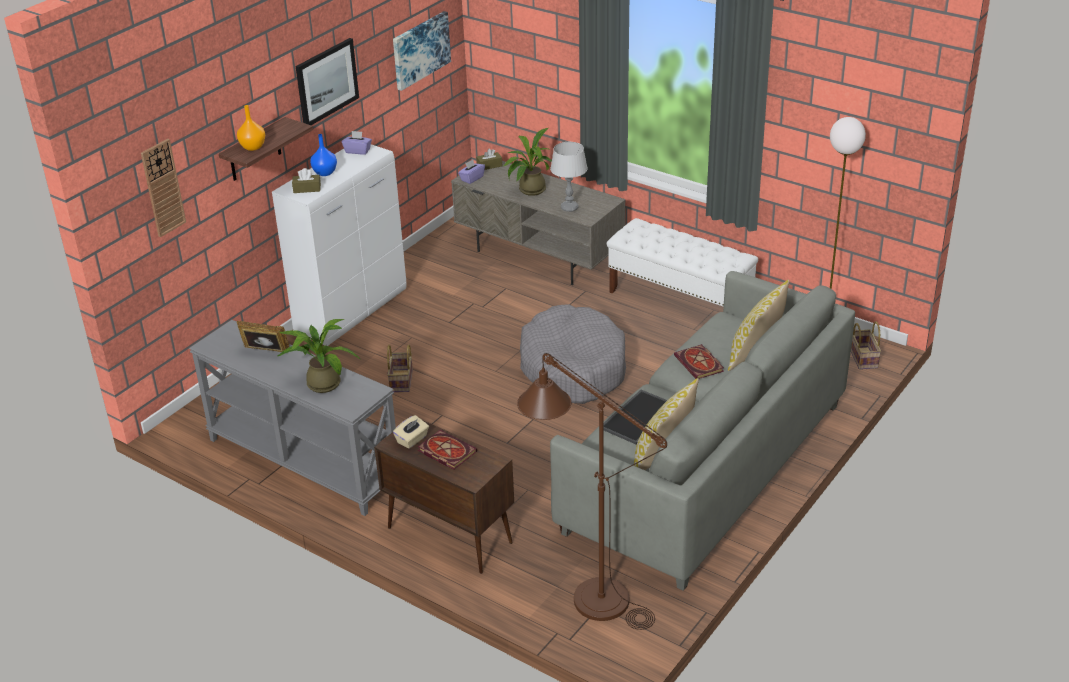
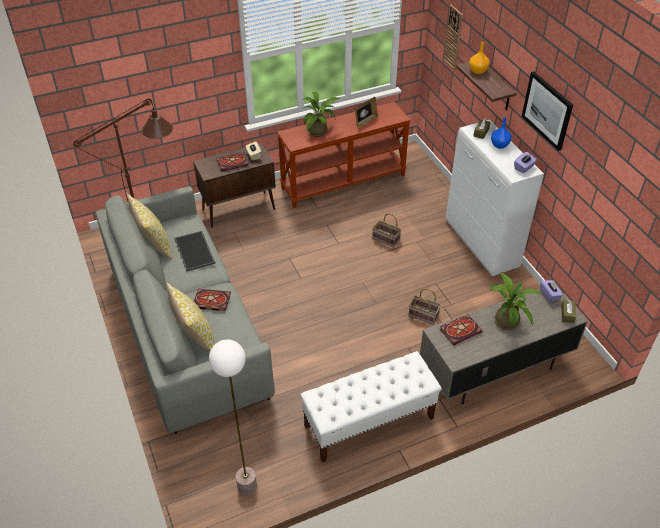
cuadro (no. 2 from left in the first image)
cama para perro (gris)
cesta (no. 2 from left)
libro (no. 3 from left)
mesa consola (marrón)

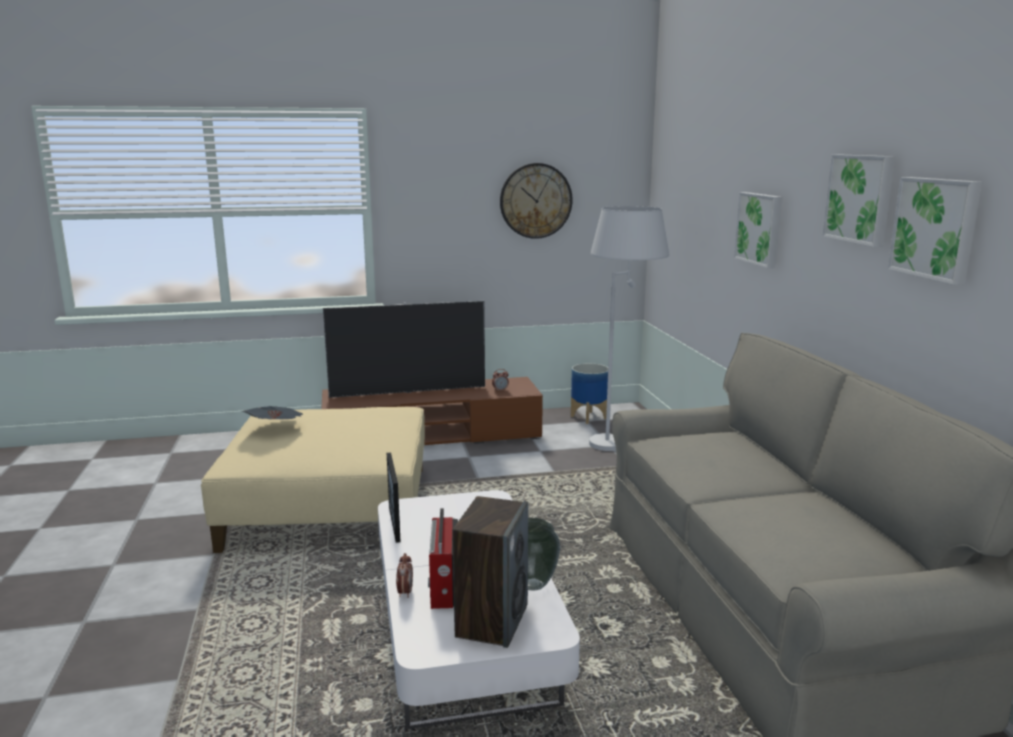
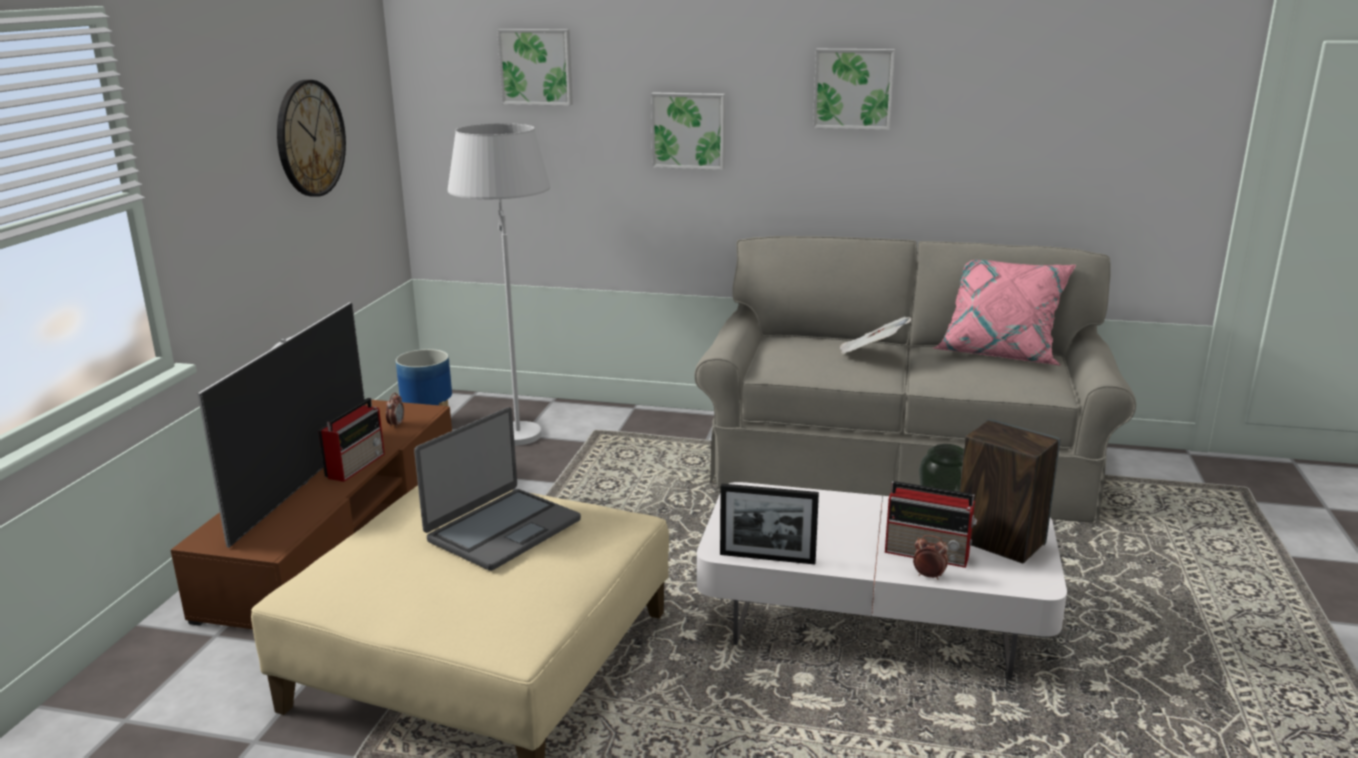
radio (no. 1 from left)
portátil
cojín (rosa)
periódico
cuadro (no. 1 from left)

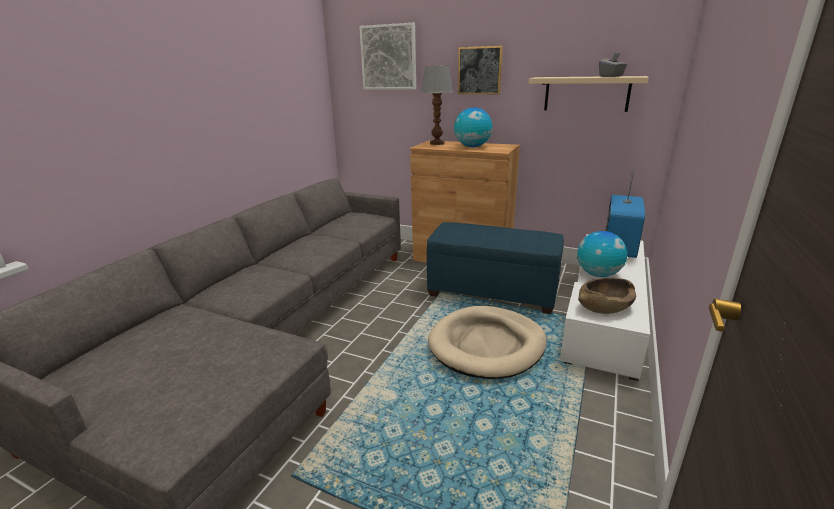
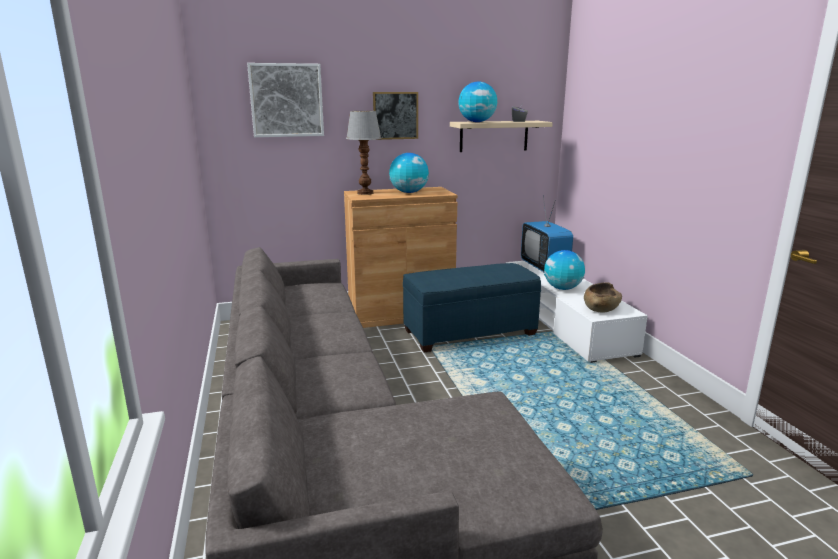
cama para perro (beis)
globo terráqueo (no. 2 from left)

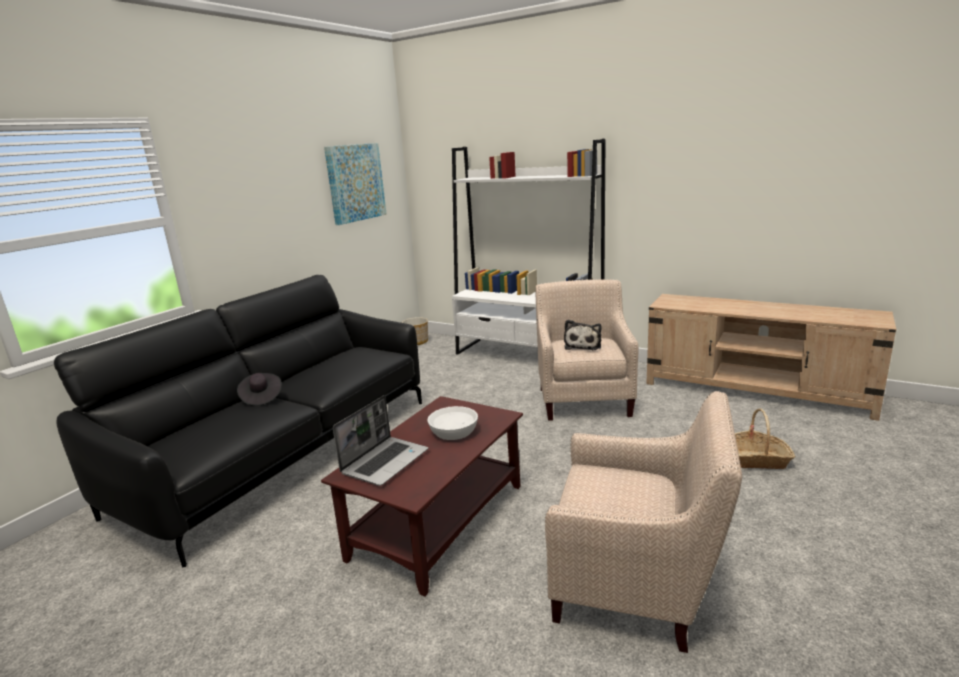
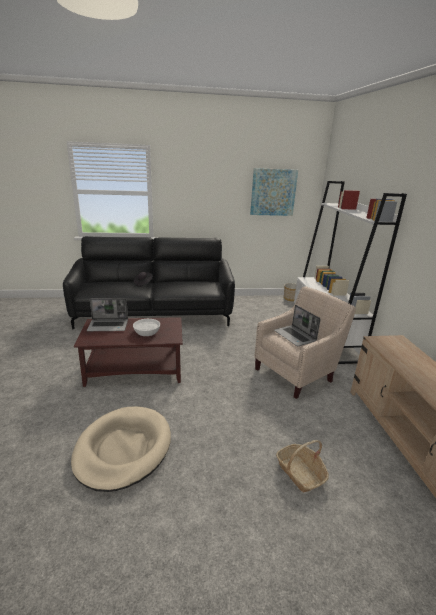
cama para perro (beis)
portátil (no. 2 from left)

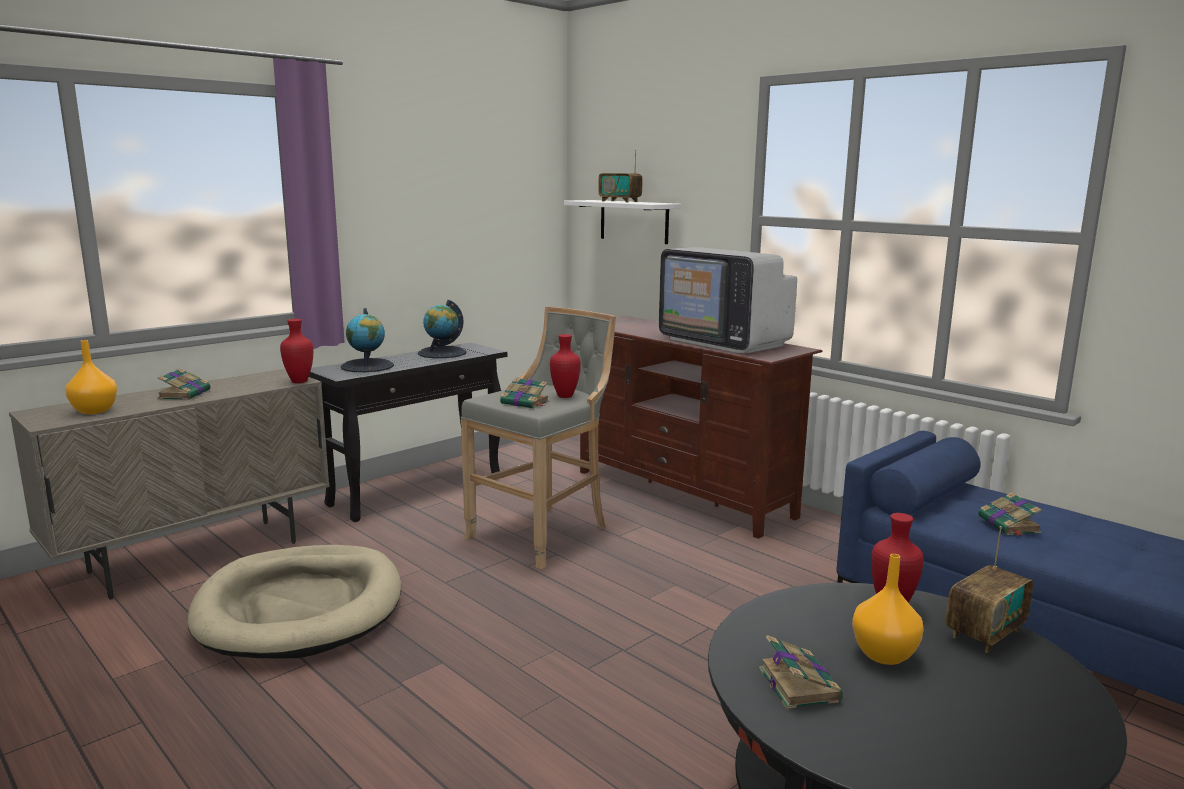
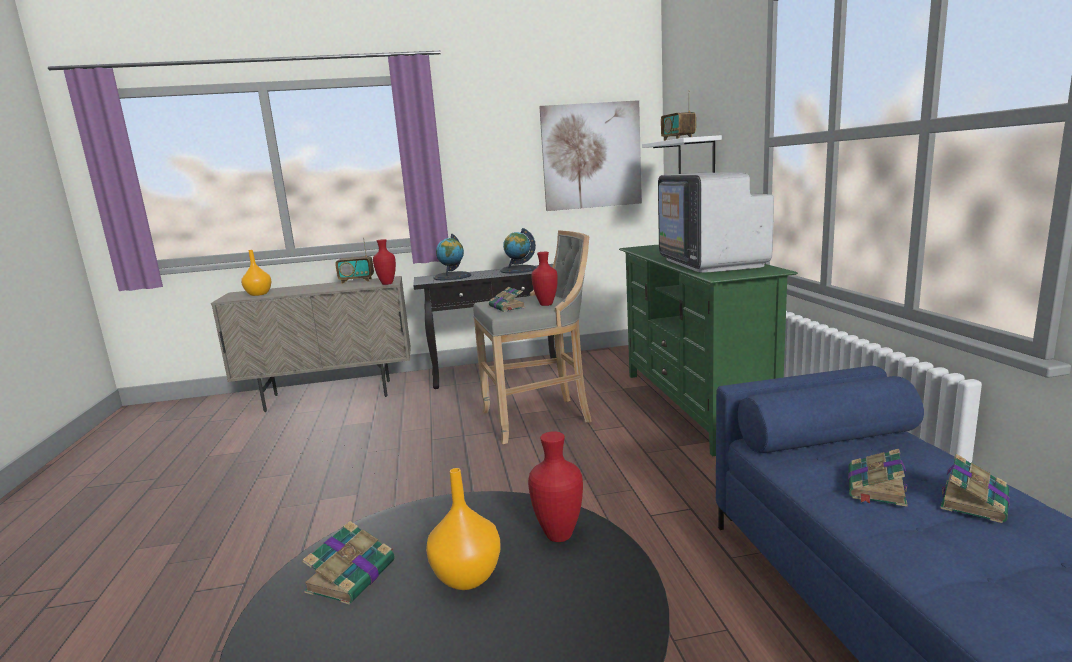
cama para perro (beis)
cuadro
libro (no. 4 from left)
radio (no. 1 from left)
mueble de televisión (verde)

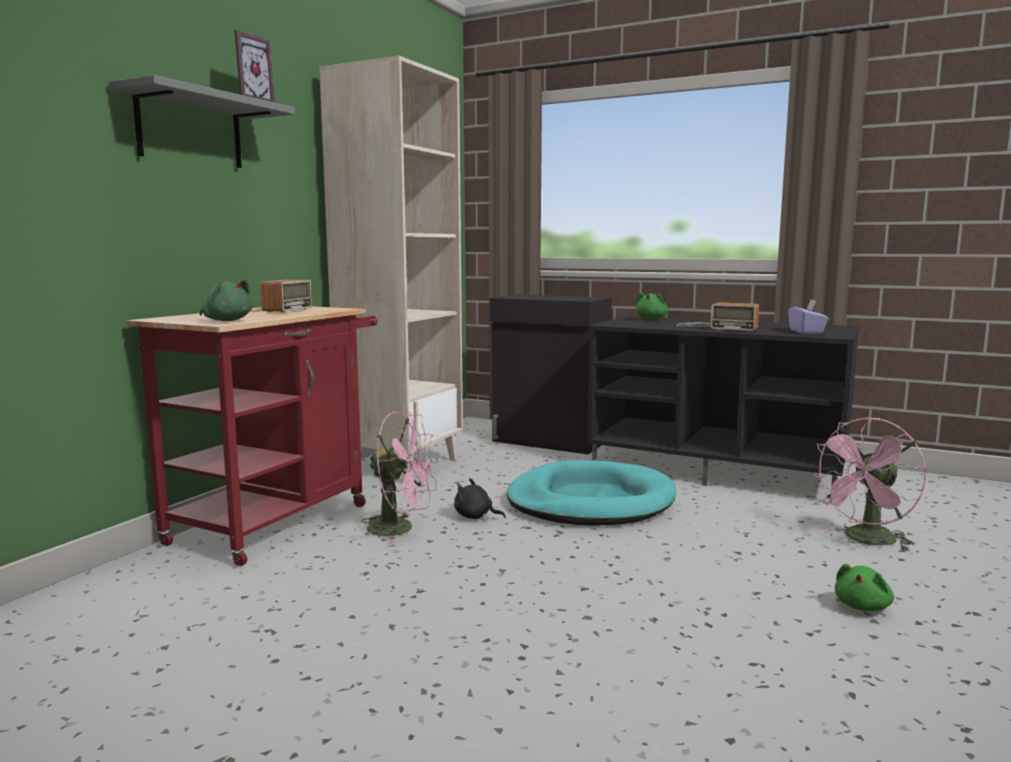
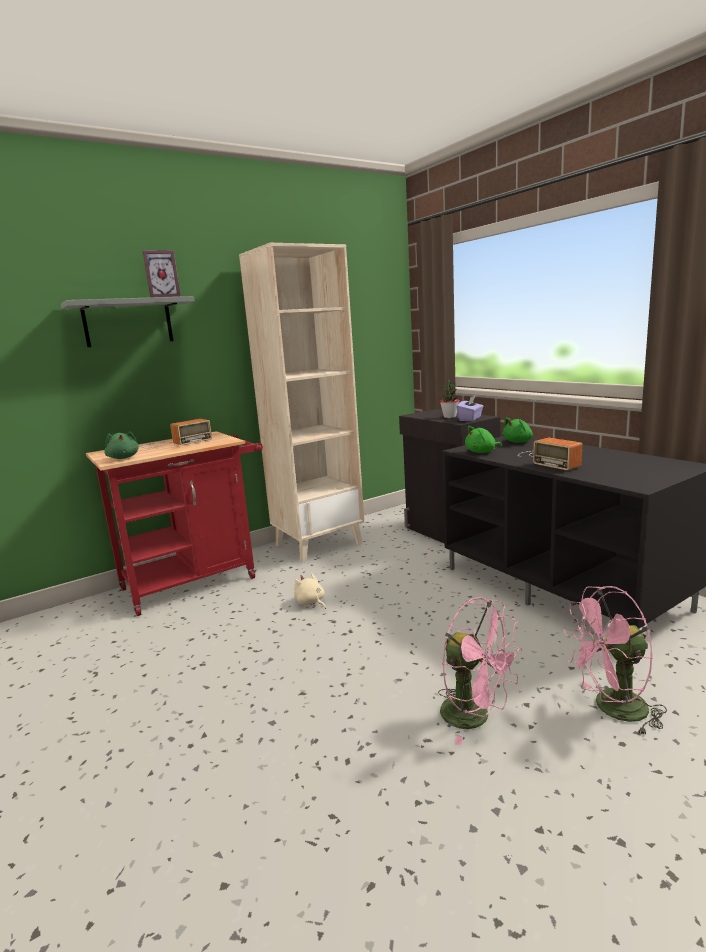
cama para perro (turquesa)
planta en maceta
ventilador (rosa) (no. 1 from left)
caja de pañuelos (morado)
peluche (verde) (no. 2 from left)
peluche (beis)

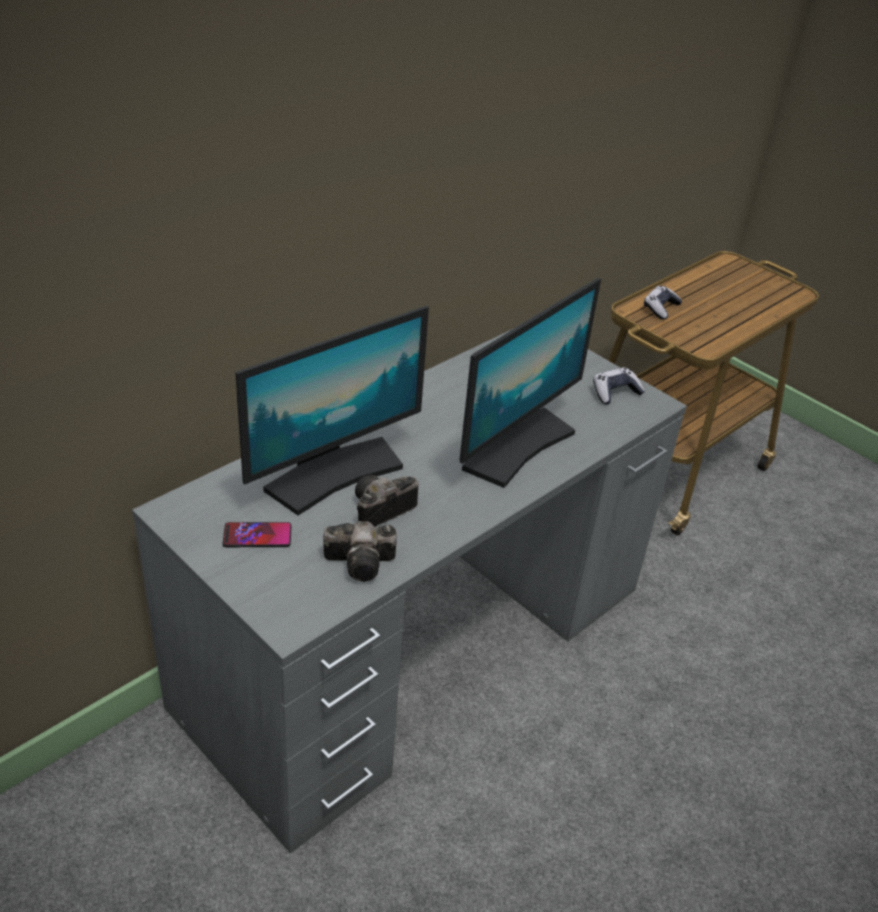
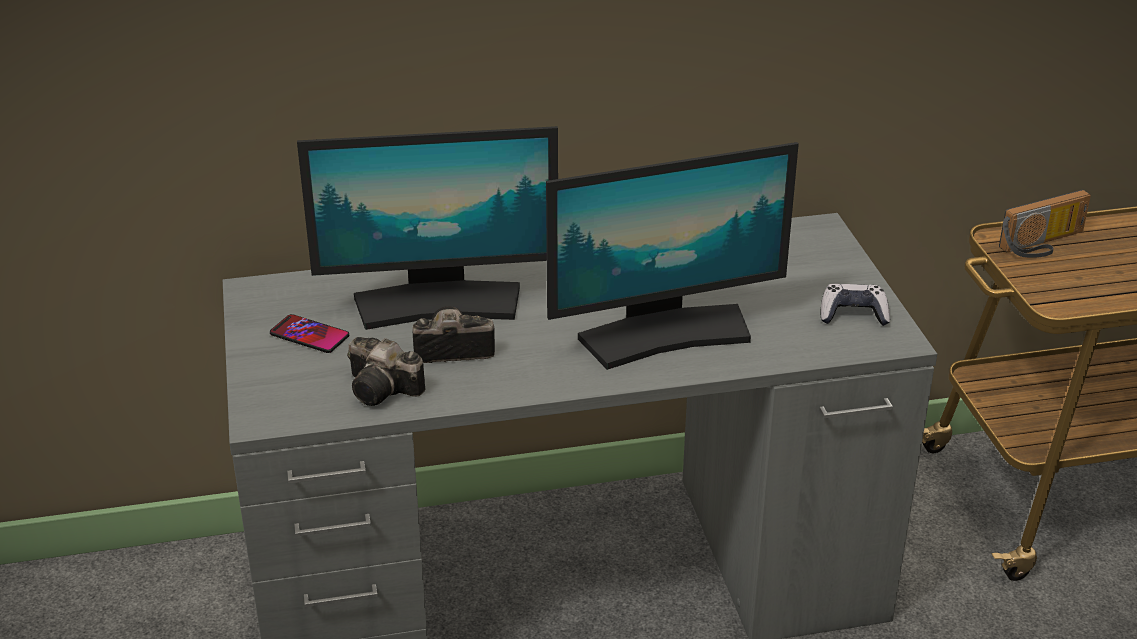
radio

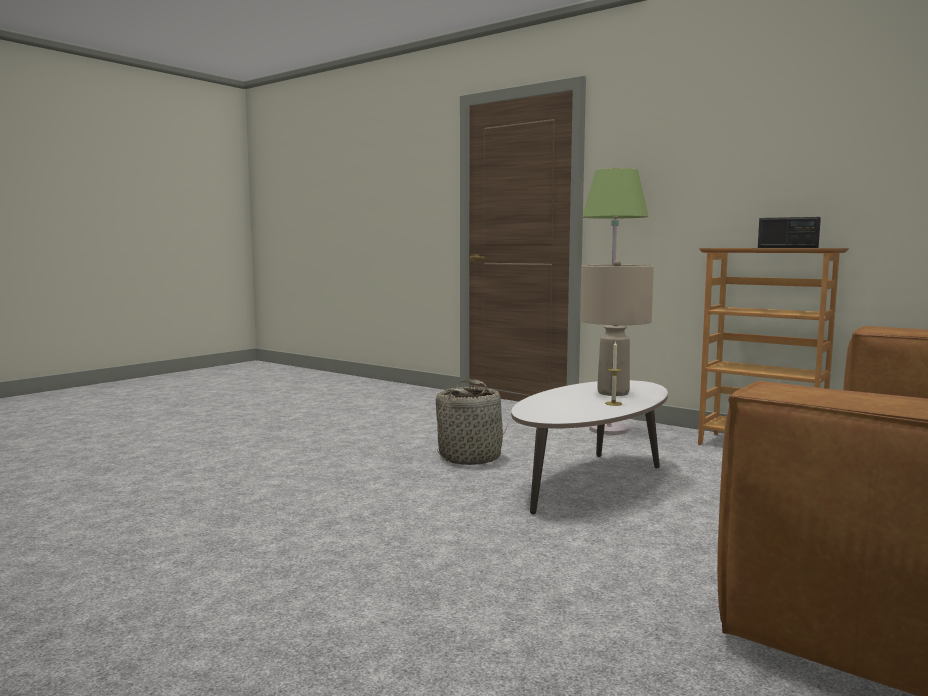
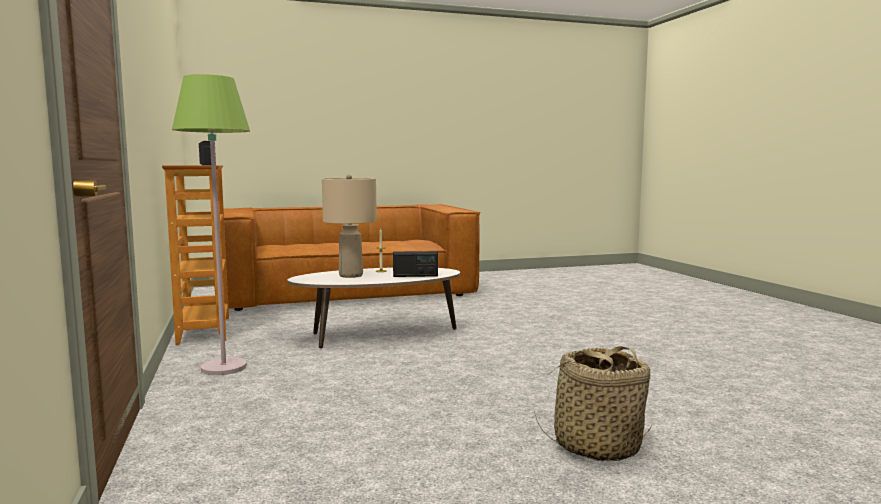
radio (no. 2 from left)
cesta

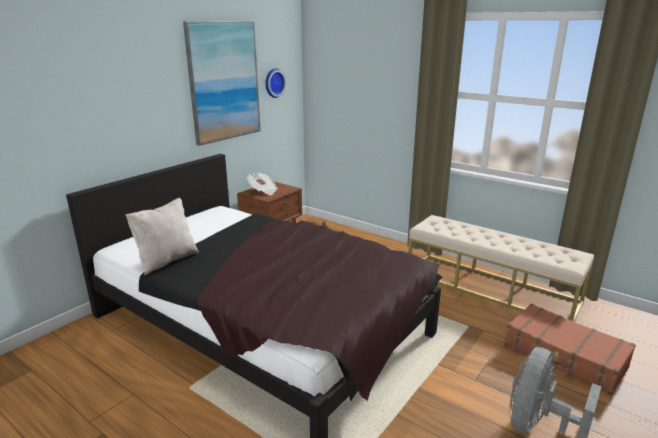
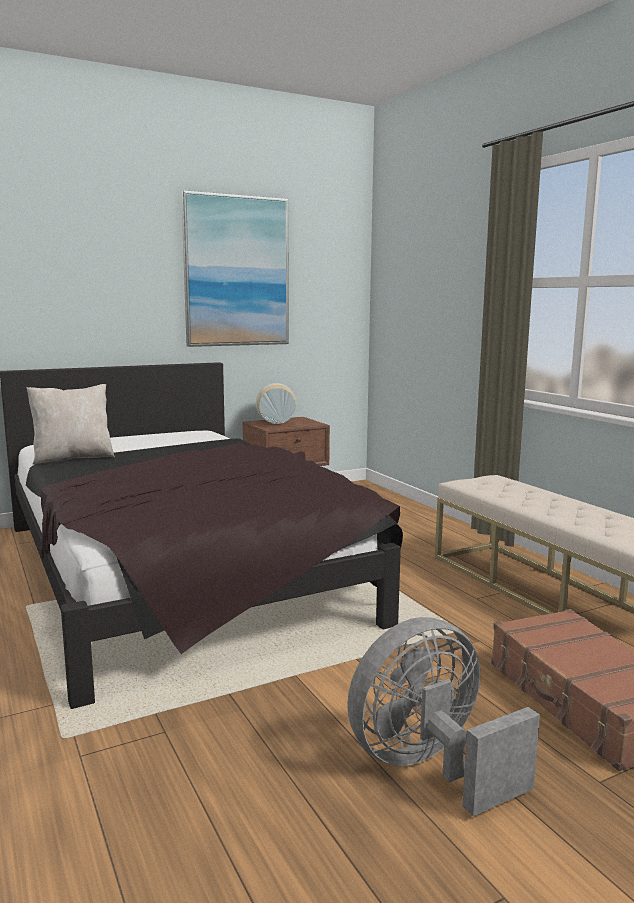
reloj de pared
florero

